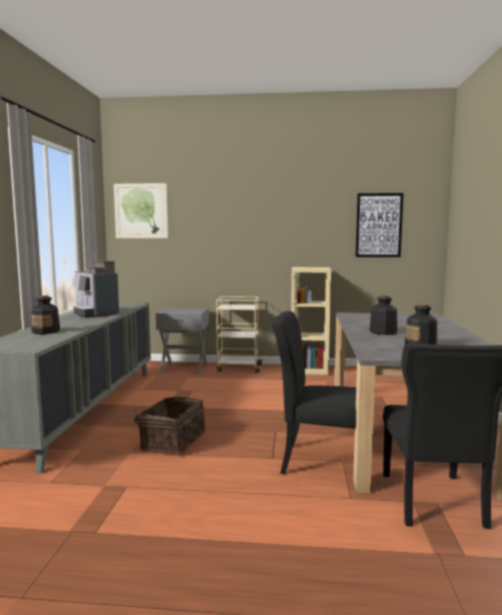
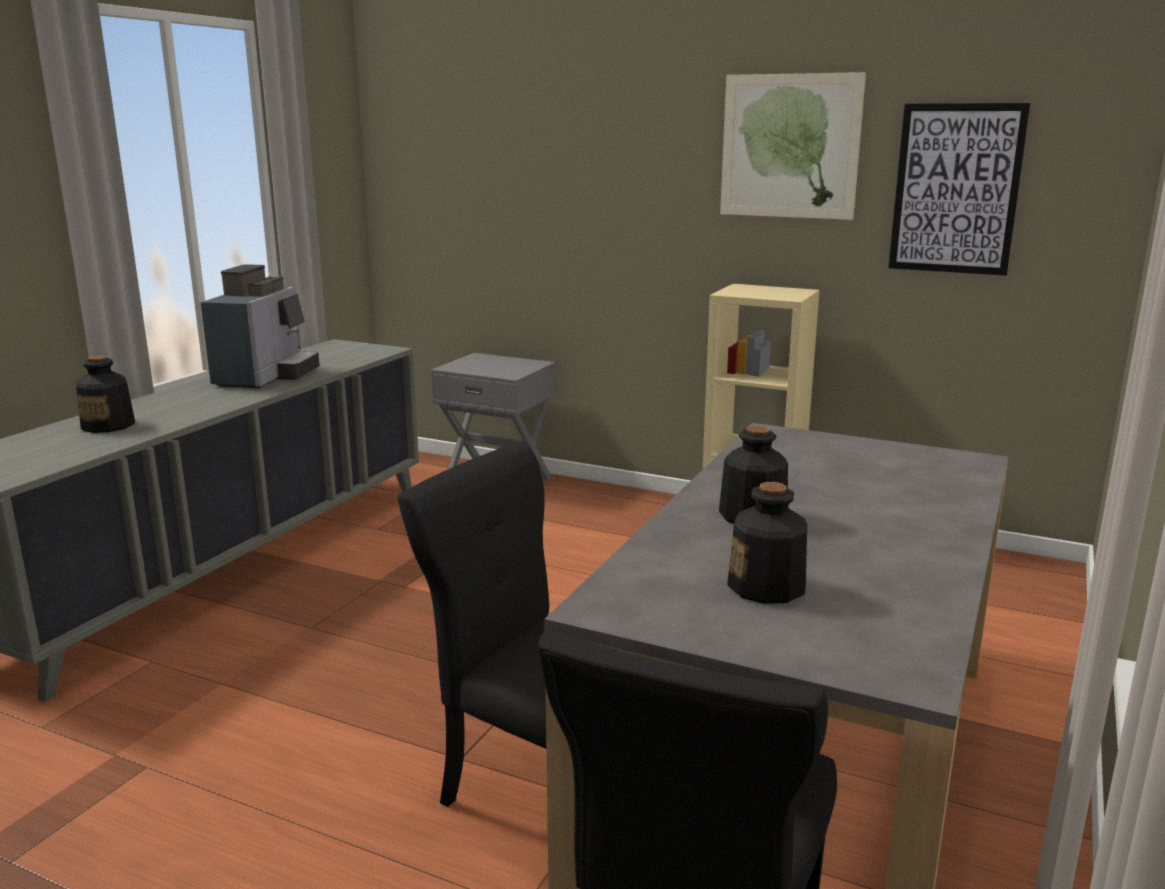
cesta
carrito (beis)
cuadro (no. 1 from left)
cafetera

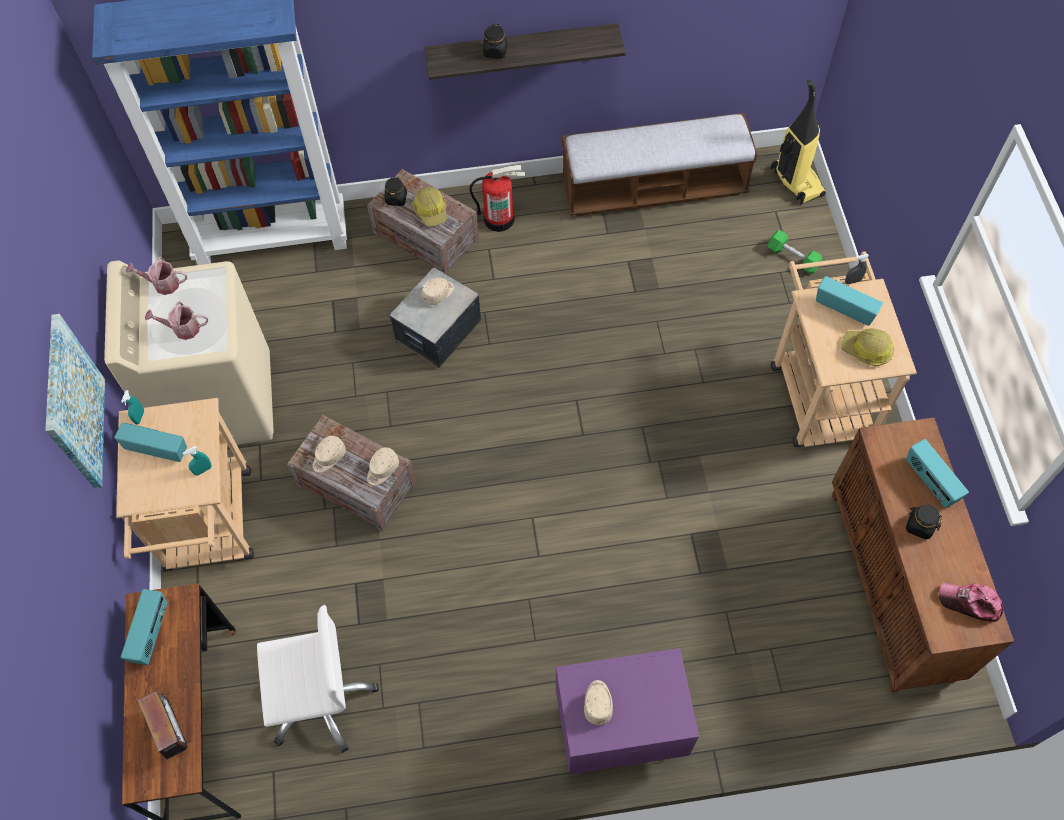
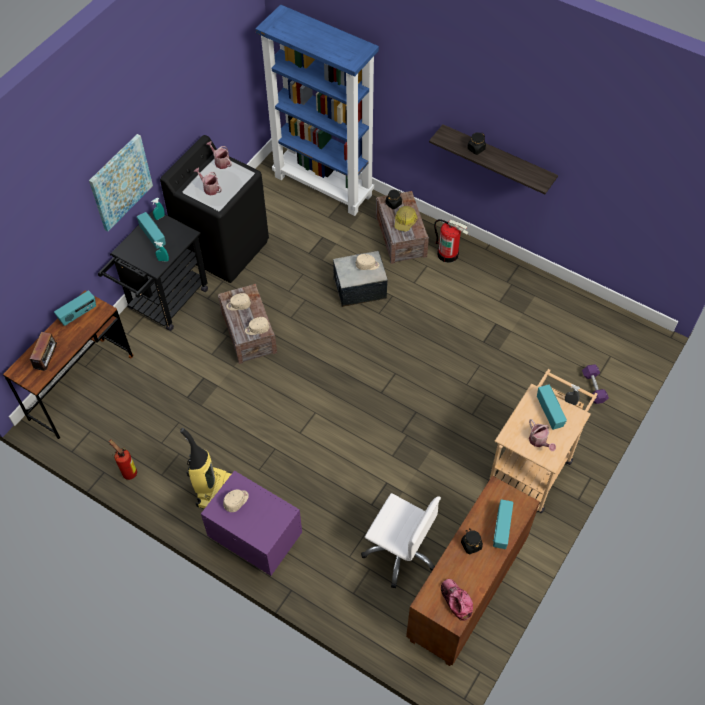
banco
extintor (no. 1 from left)
silla de oficina (blanco)
aspiradora
regadera (no. 3 from left)
lavadora (negro)
carrito (negro)
mancuerna (morado)

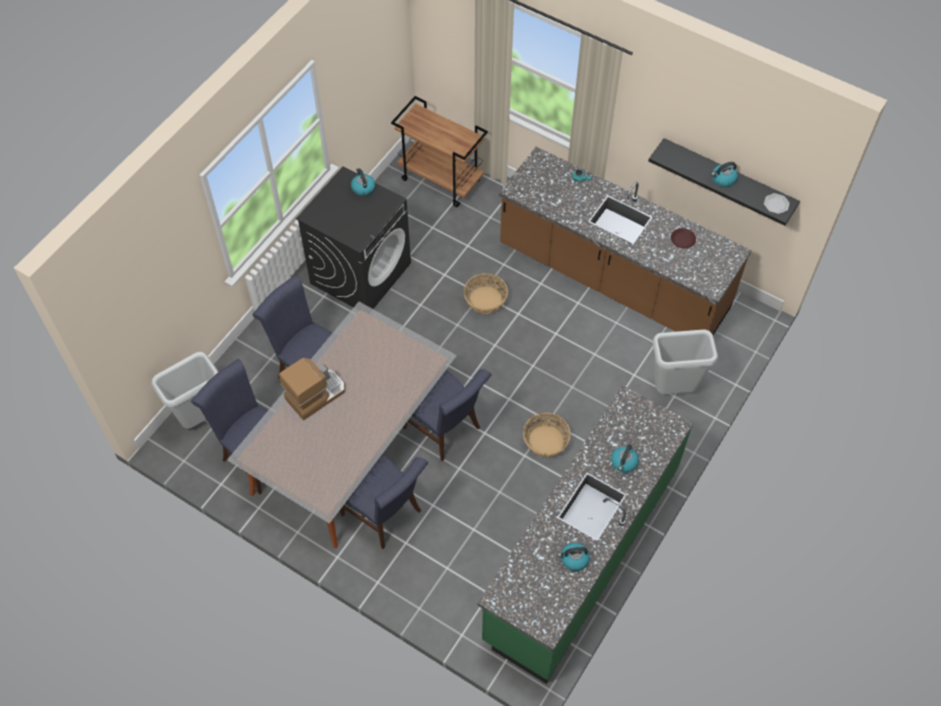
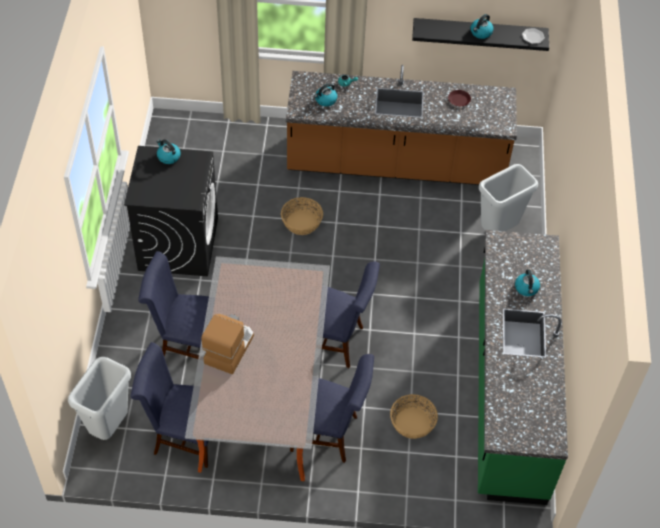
carrito (marrón)
cesta (no. 2 from left)
hervidor (no. 2 from left)

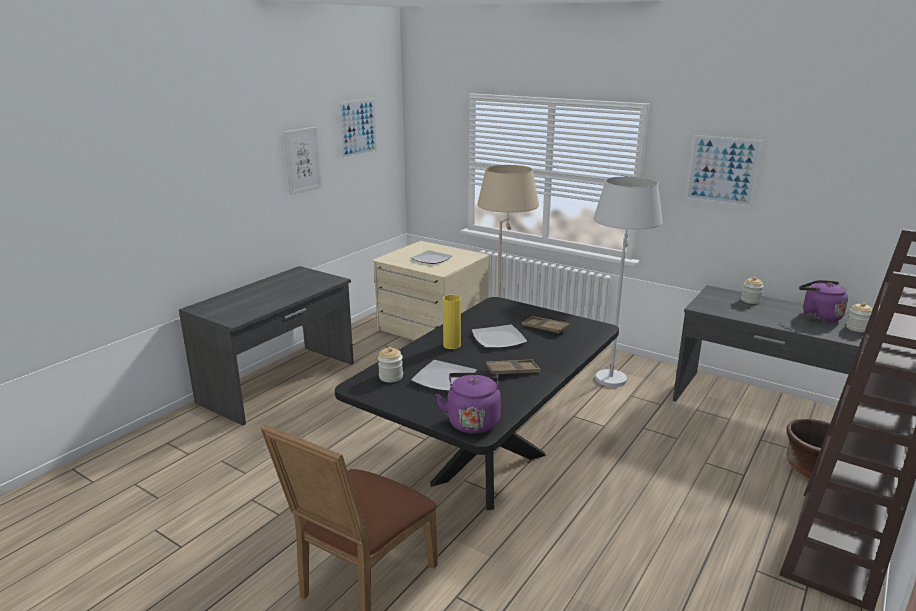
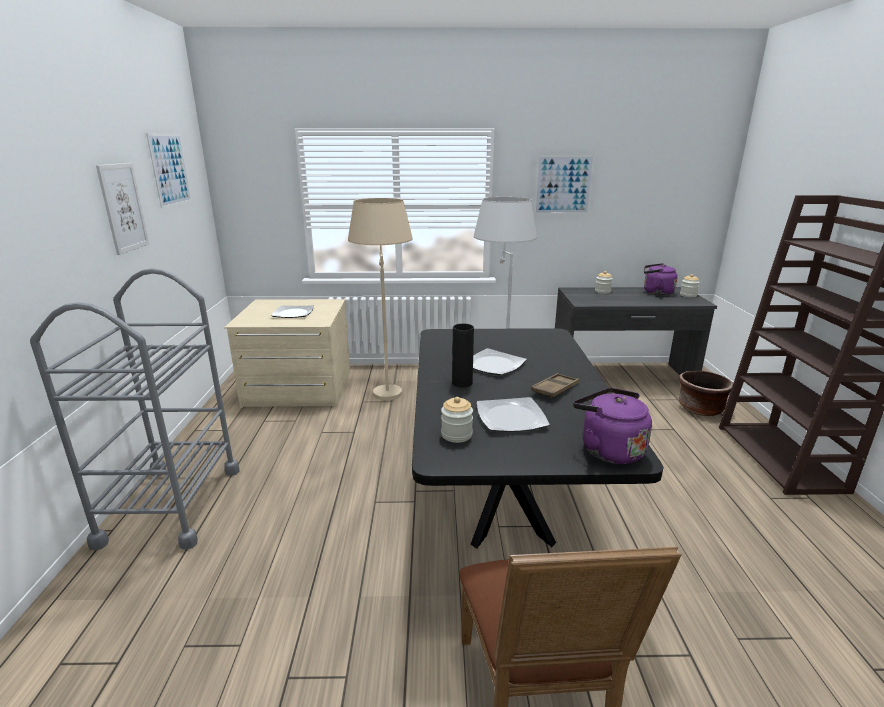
bandeja (marrón) (no. 2 from left in the first image)
carrito (gris)
florero (negro)

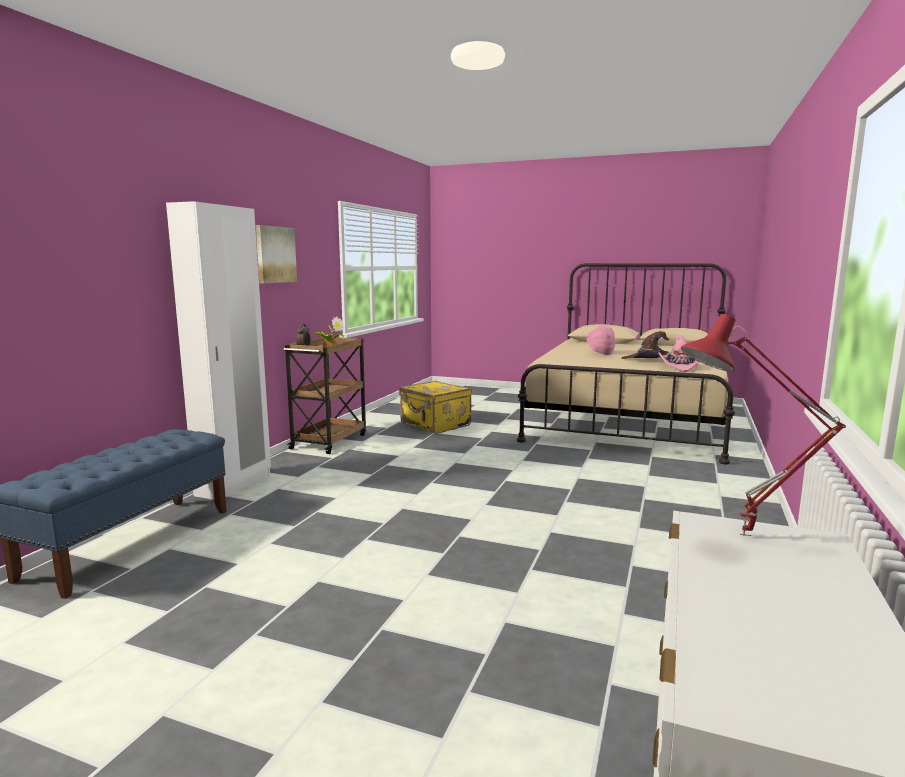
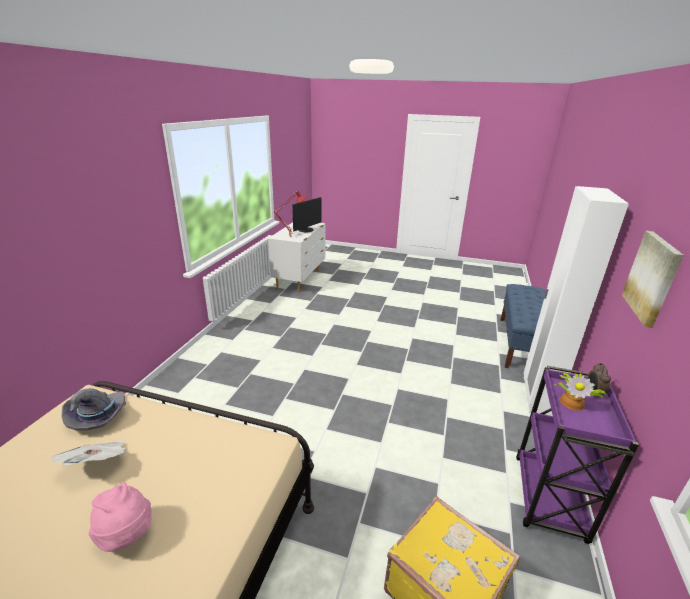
monitor
periódico
carrito (morado)
sombrero (gris)

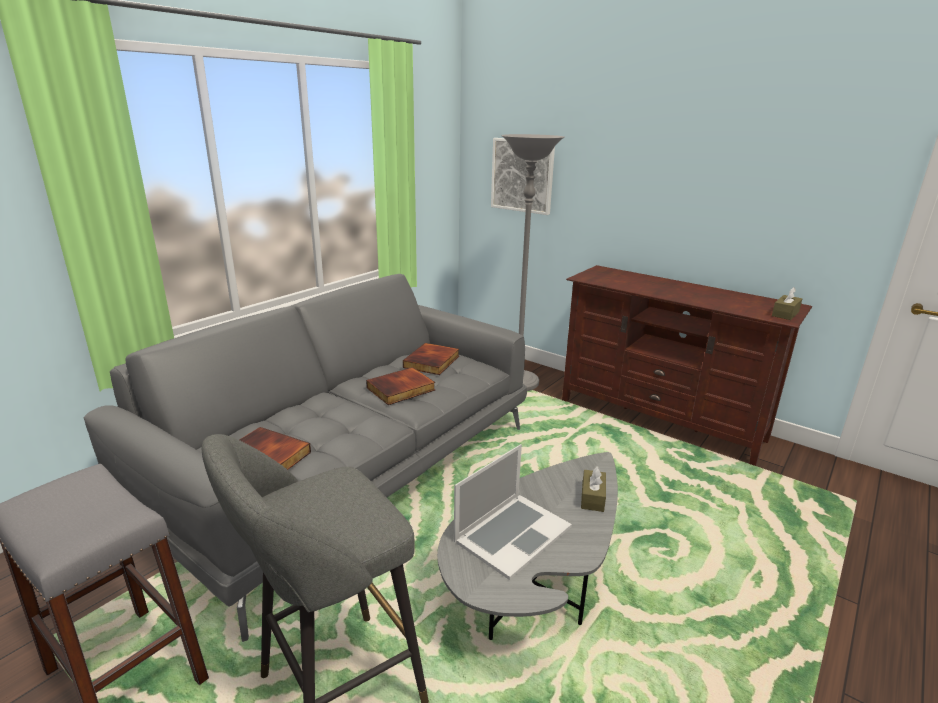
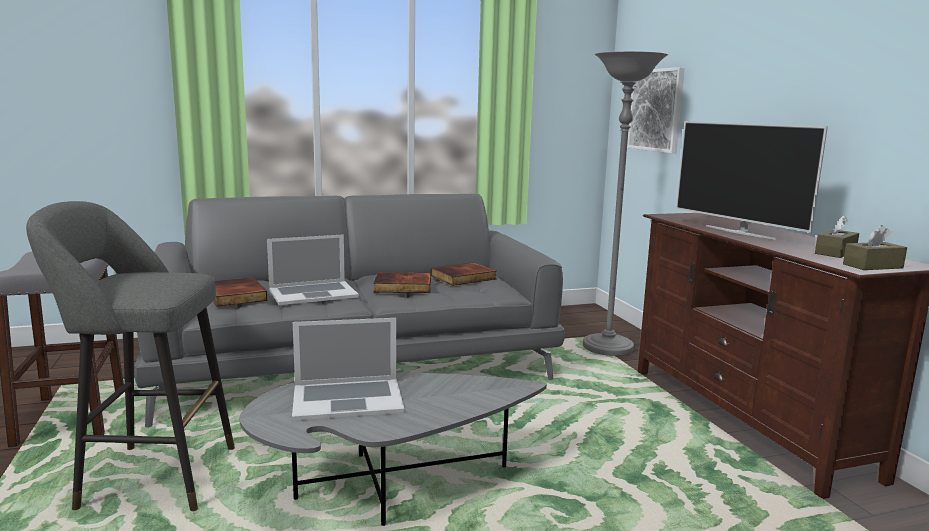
portátil (no. 1 from left)
televisor
caja de pañuelos (marrón) (no. 1 from left)

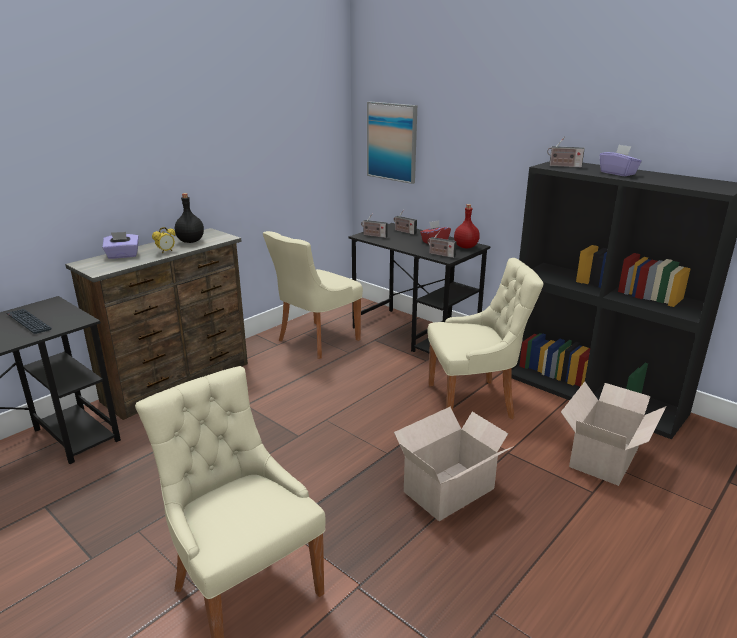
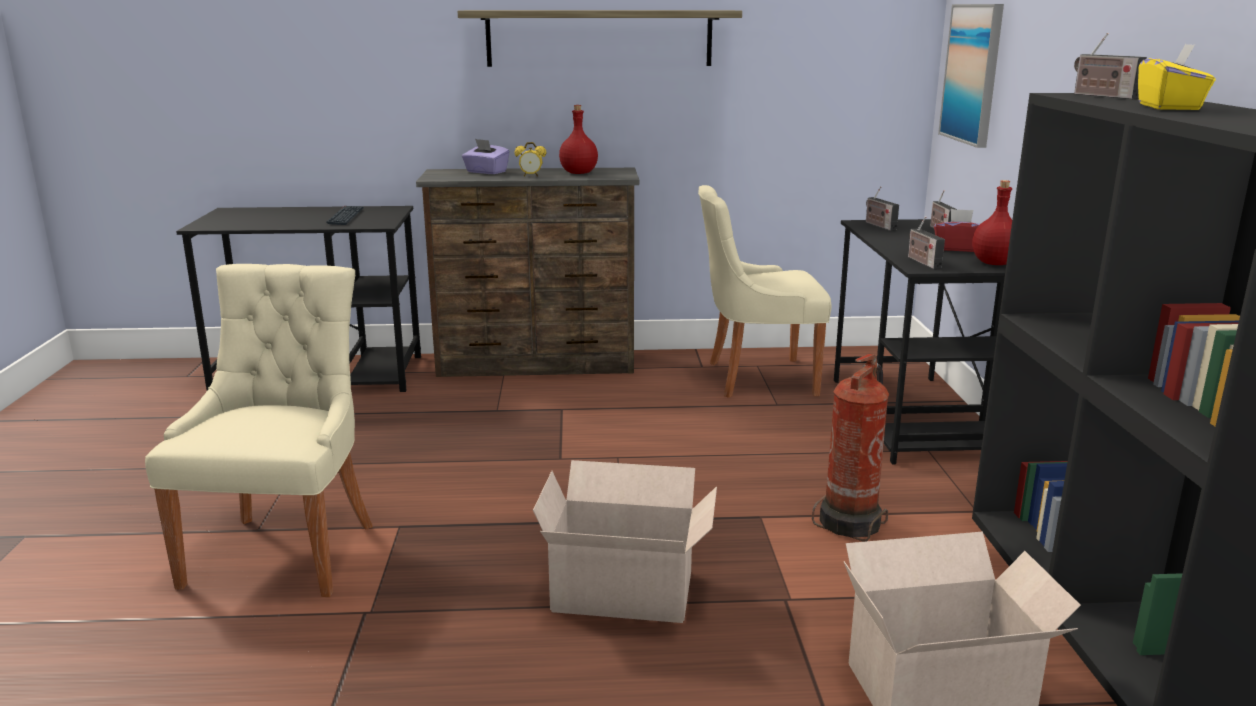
estante
extintor
botella (rojo) (no. 1 from left)
caja de pañuelos (amarillo)

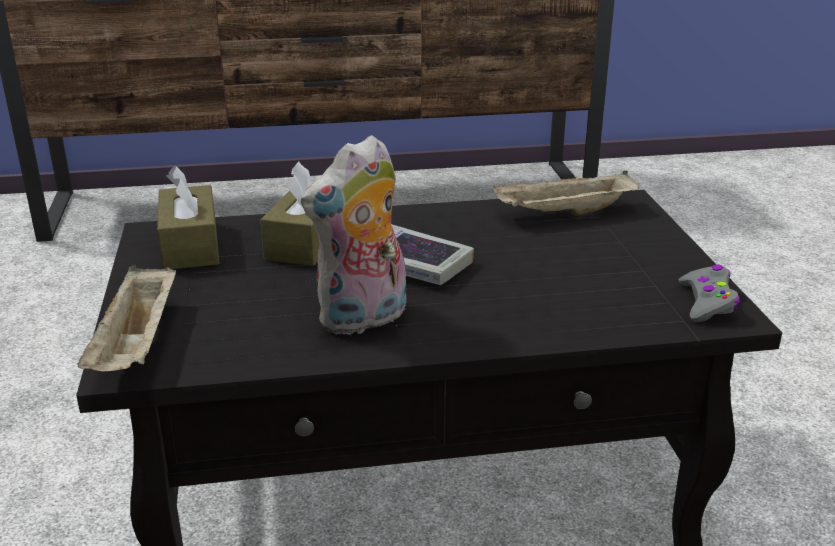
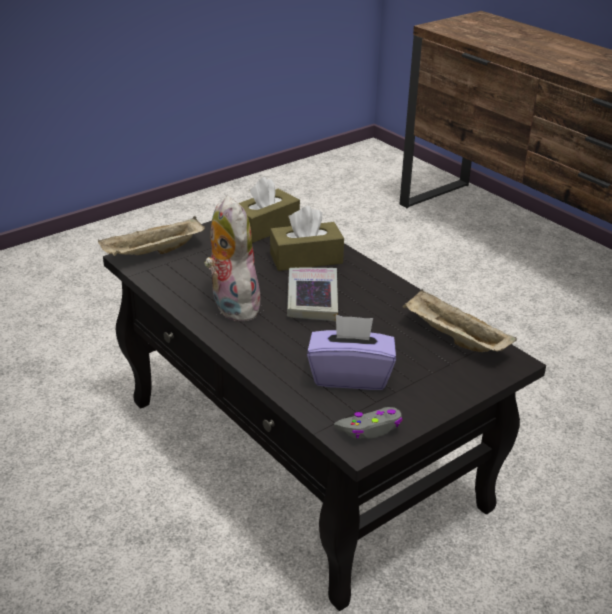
caja de pañuelos (morado)
peluche

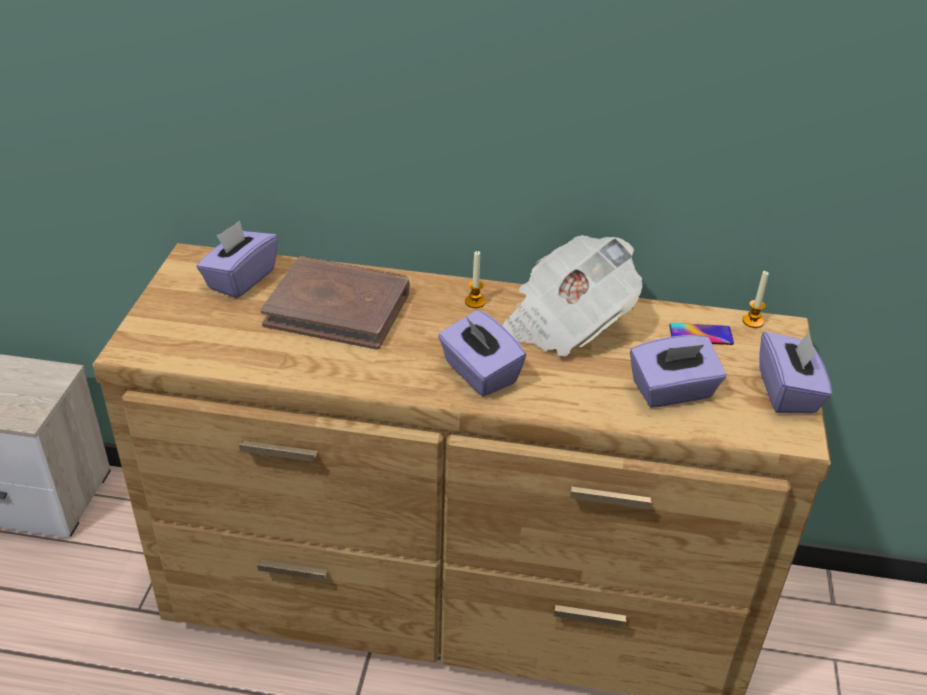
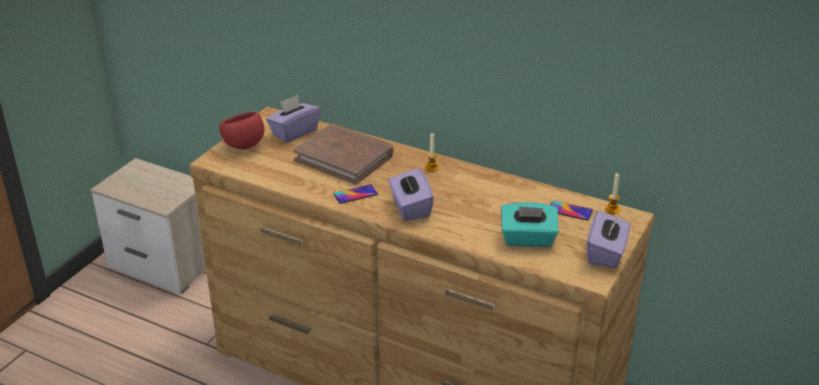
periódico
cuenco (rojo)
móvil (no. 1 from left)
caja de pañuelos (turquesa)

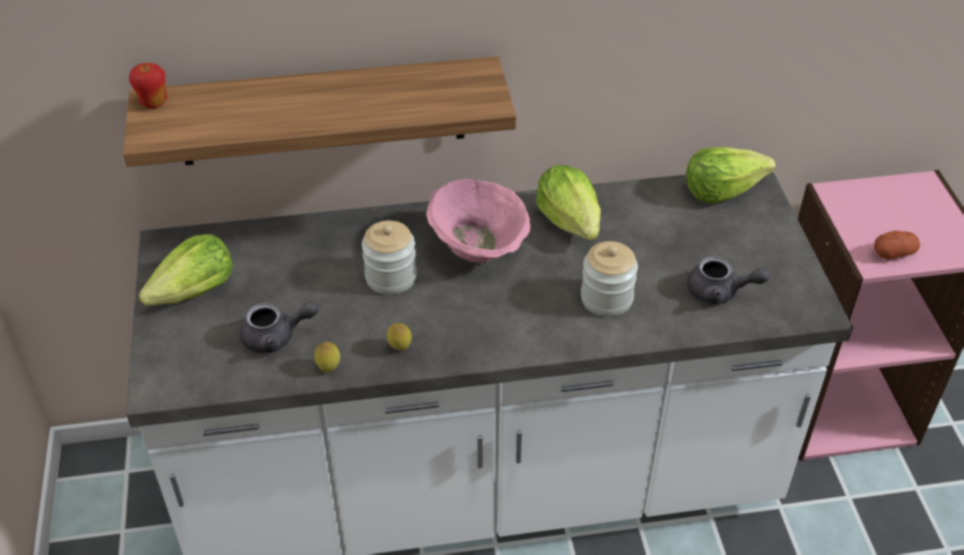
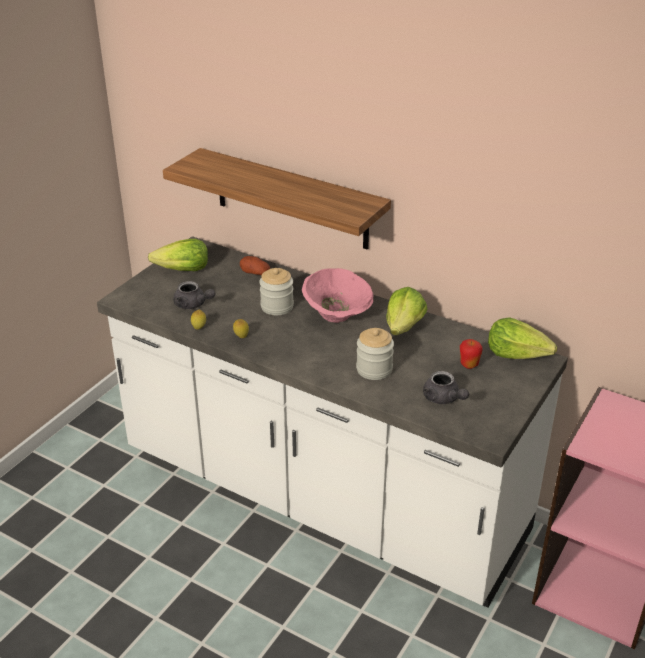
manzana
patata

